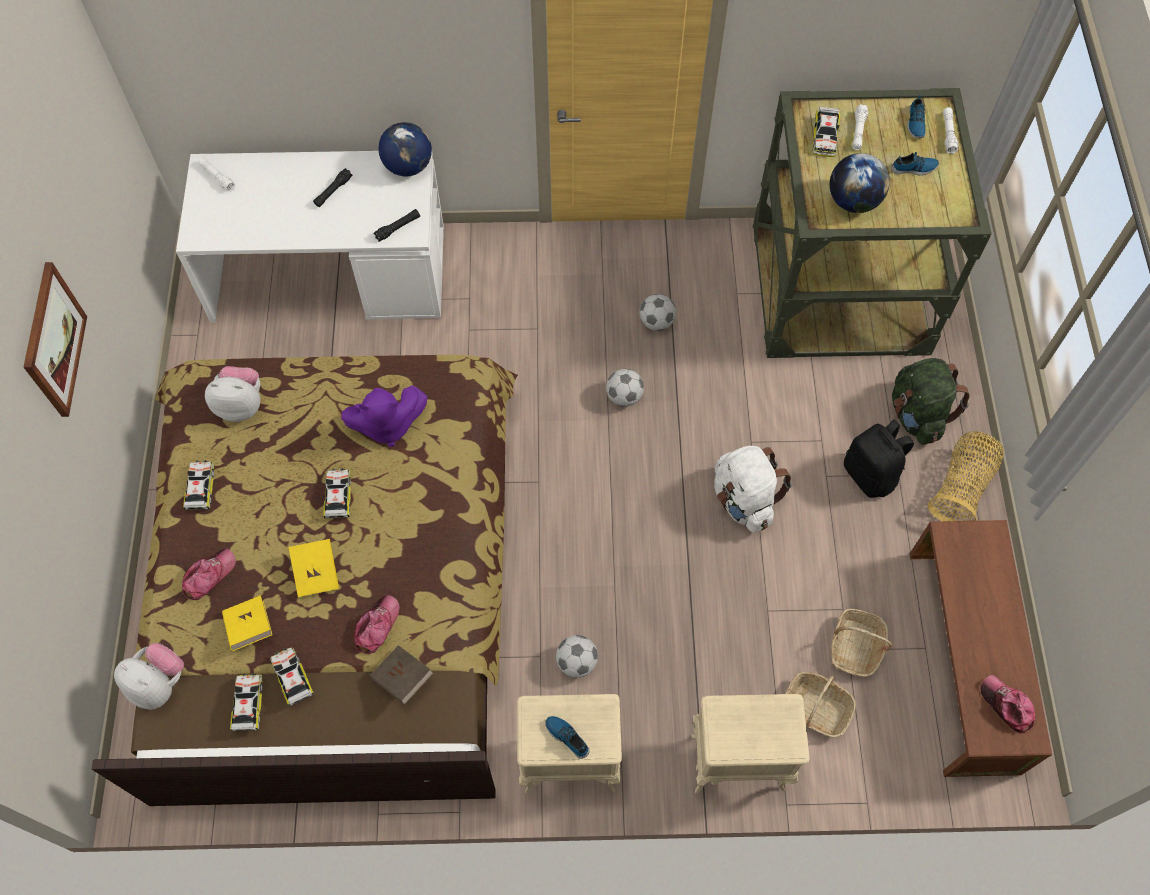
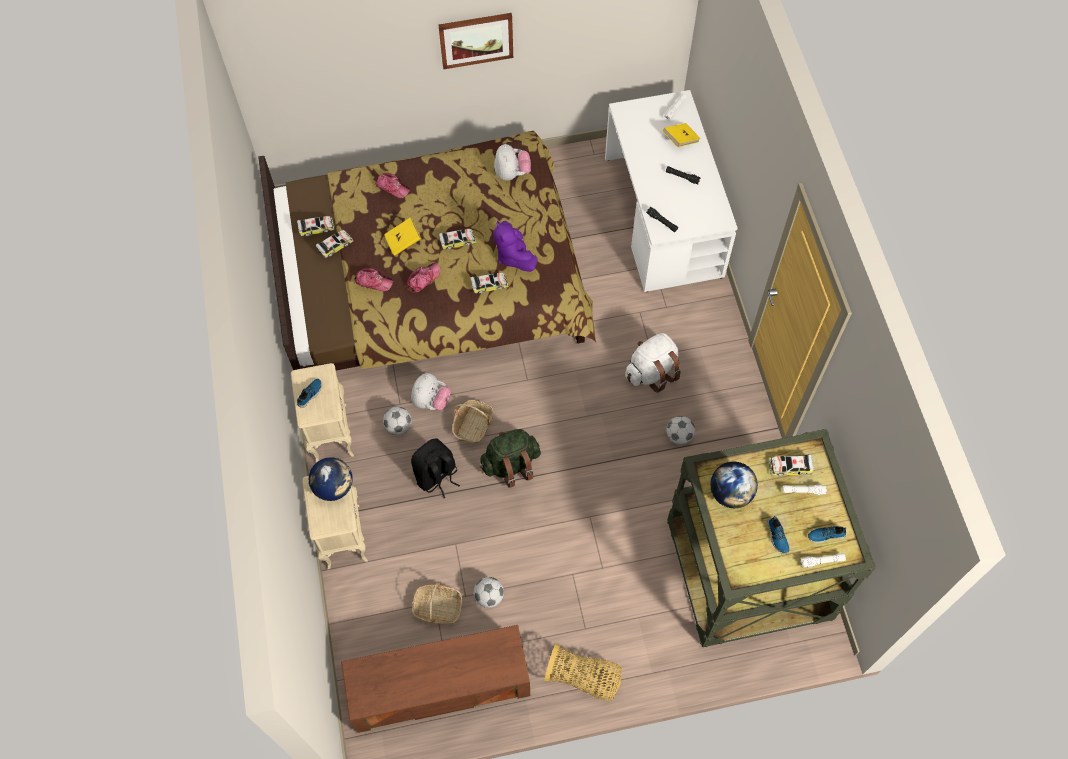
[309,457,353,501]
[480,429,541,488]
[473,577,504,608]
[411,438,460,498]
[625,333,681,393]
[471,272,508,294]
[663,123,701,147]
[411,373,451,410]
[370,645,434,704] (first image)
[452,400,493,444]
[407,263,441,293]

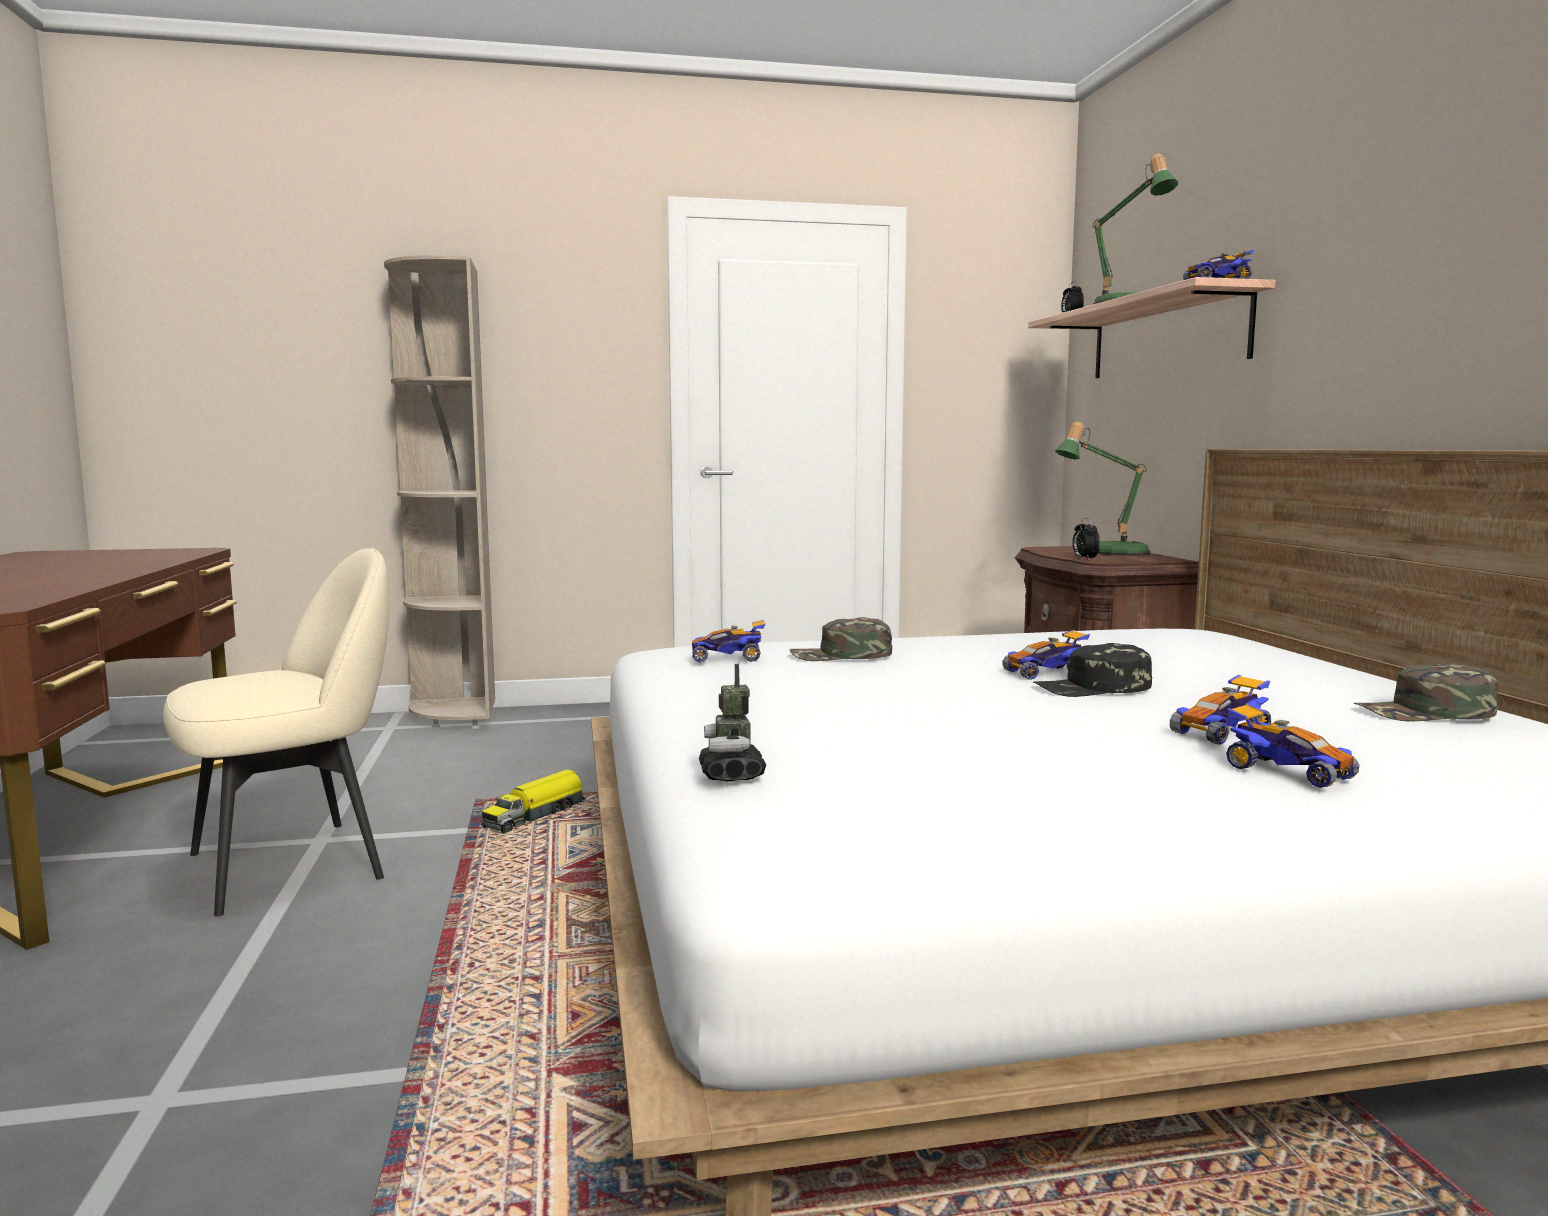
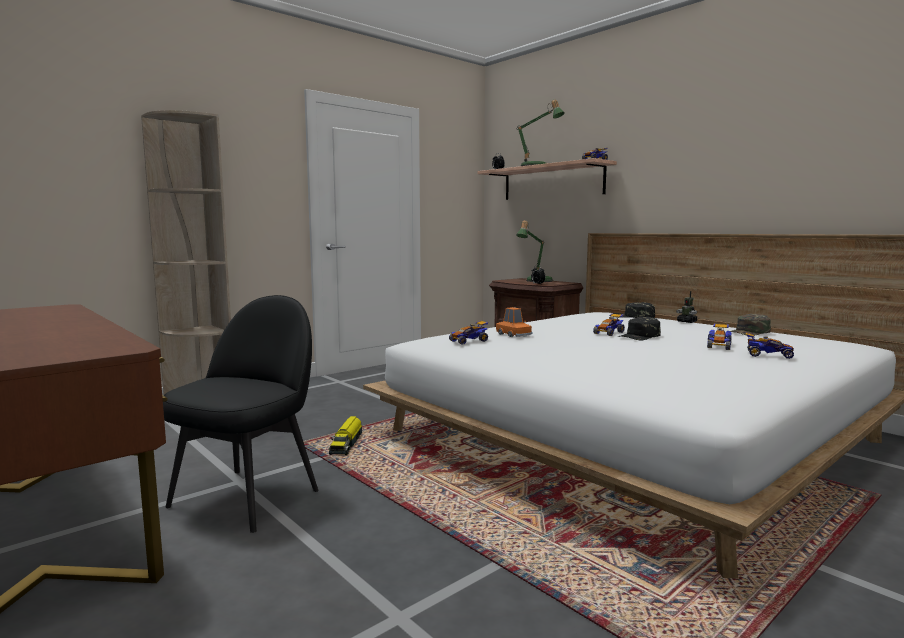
[163,295,319,533]
[496,307,533,337]
[676,291,698,323]
[613,302,655,318]

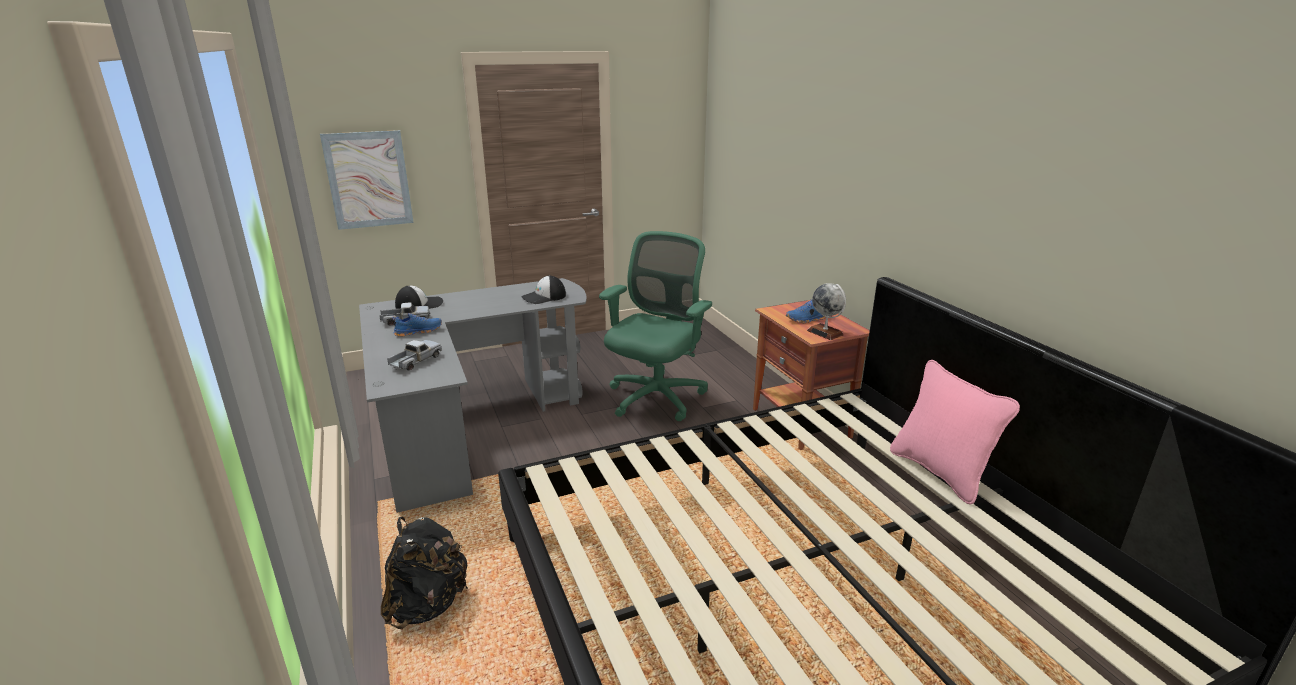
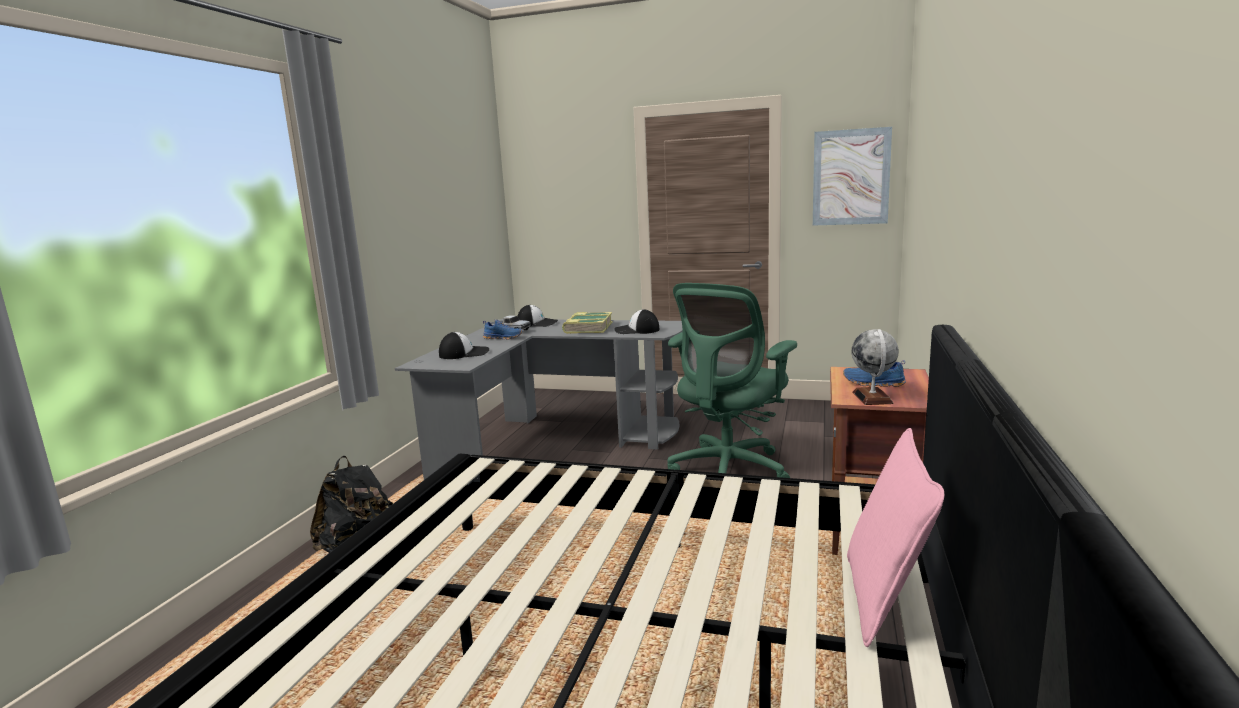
[813,127,892,226]
[667,283,797,478]
[439,332,489,359]
[562,312,613,334]

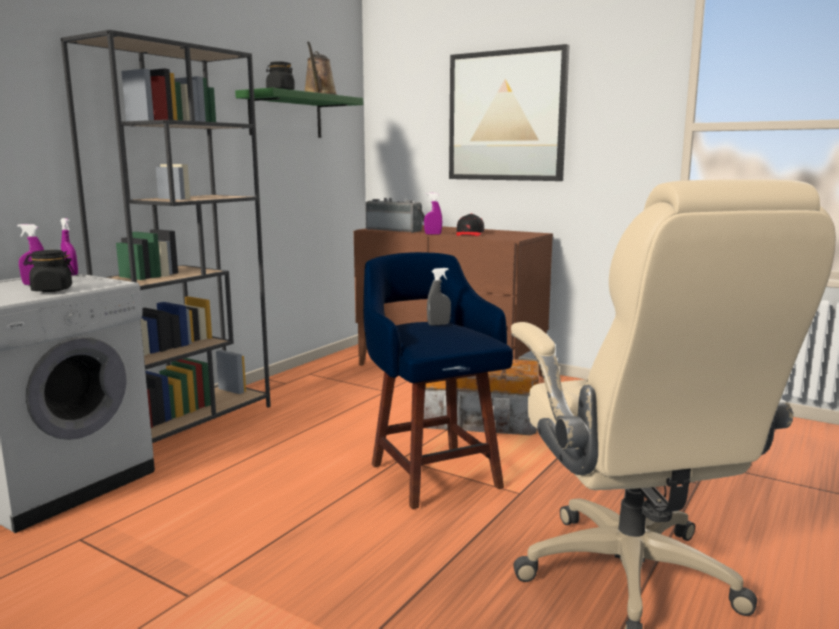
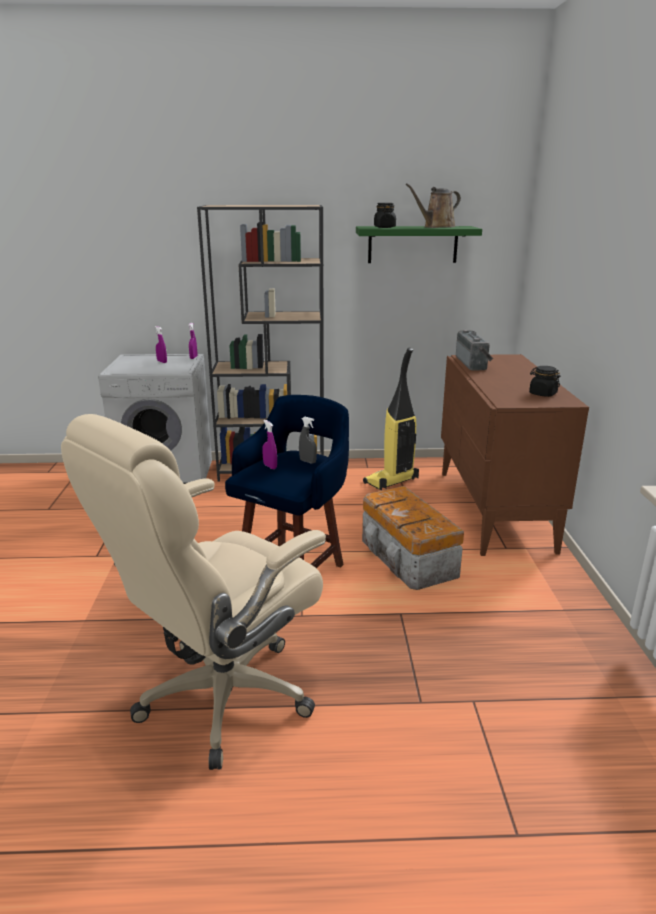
[449,44,570,181] (first image)
[262,420,277,469]
[456,213,484,236] (first image)
[529,366,560,397]
[363,348,419,490]

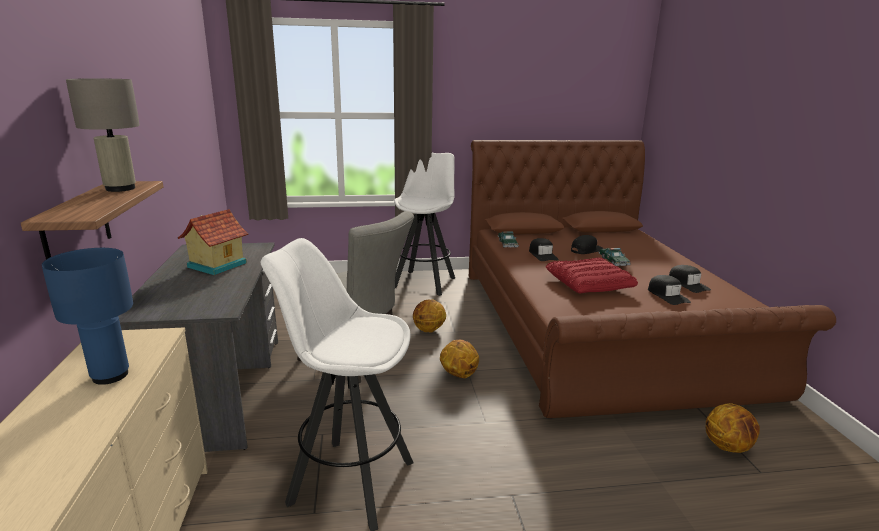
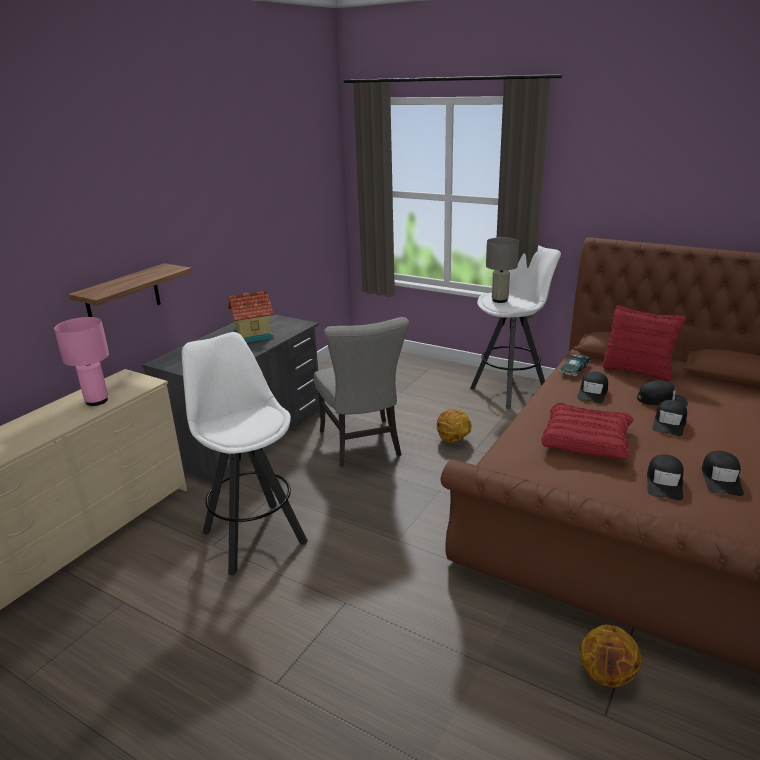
[486,237,519,303]
[54,317,109,406]
[653,400,687,436]
[440,340,479,378] (first image)
[602,305,686,381]

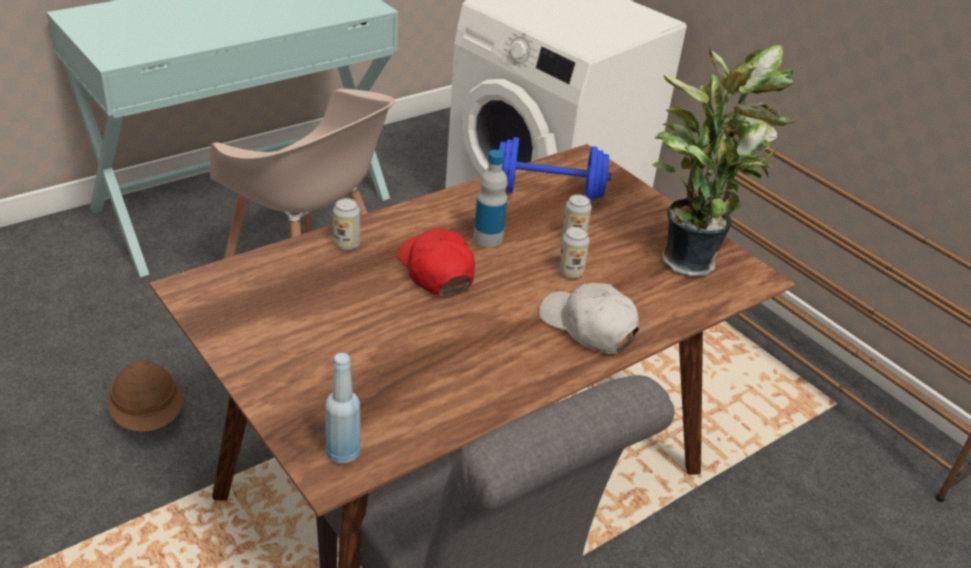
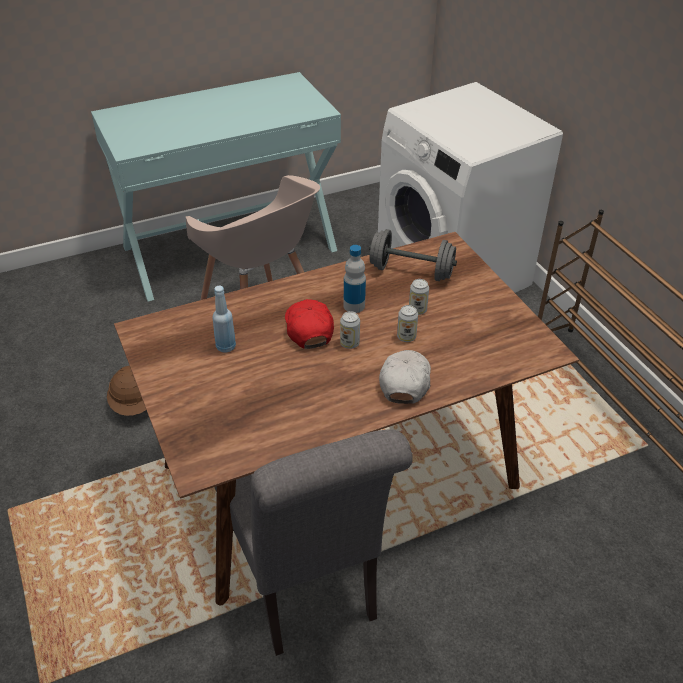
[652,45,799,276] (first image)
[369,229,457,281]
[340,311,360,349]
[379,350,431,404]
[212,286,236,353]

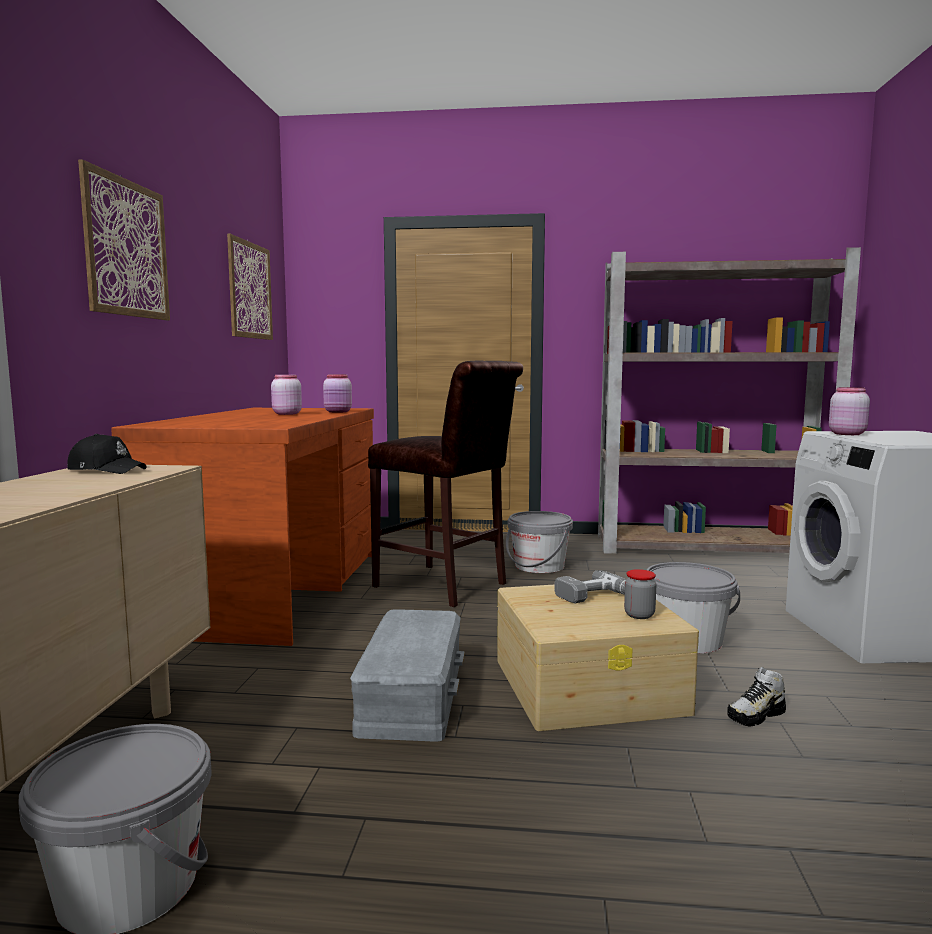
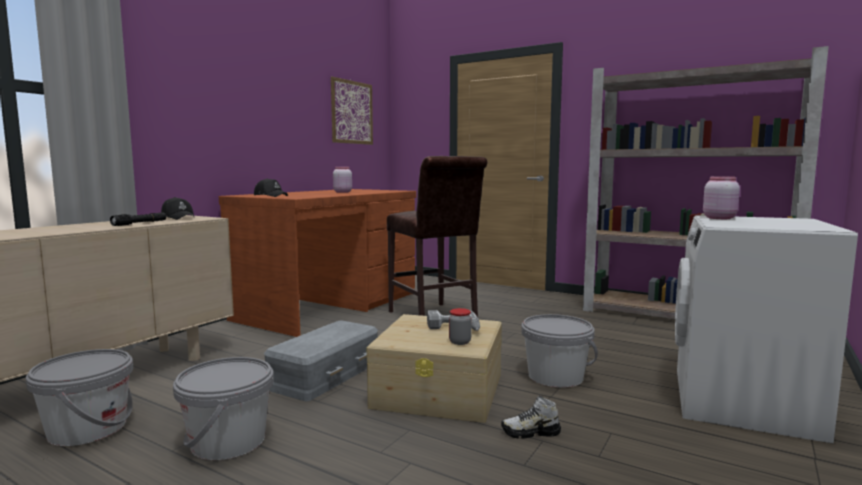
[78,159,170,320] (first image)
[323,374,352,413] (first image)
[173,357,274,460]
[254,178,288,197]
[110,213,166,226]

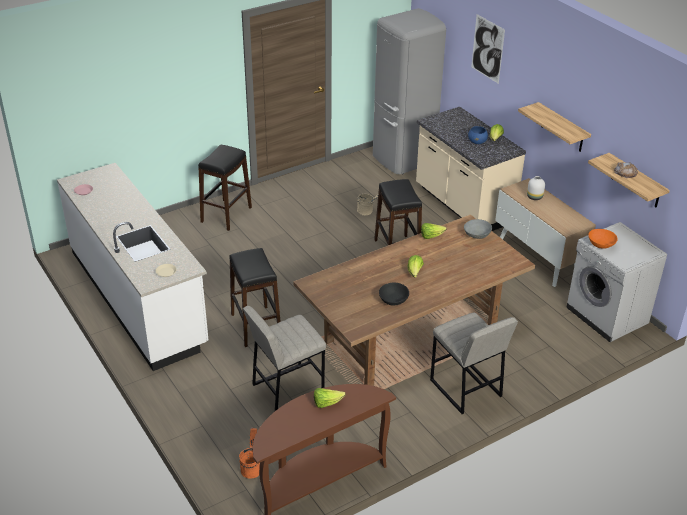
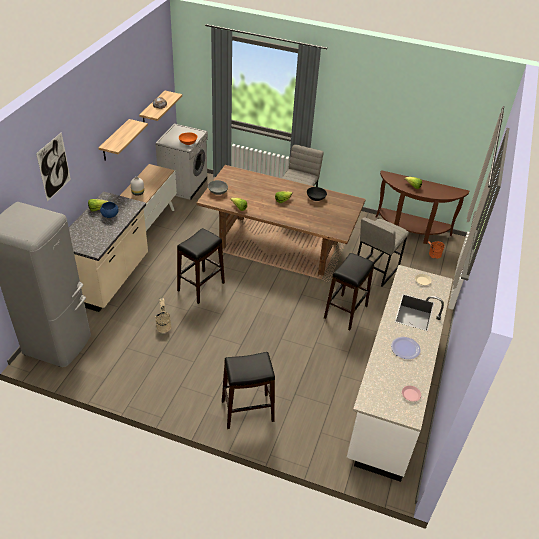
[357,217,409,287]
[391,337,421,359]

